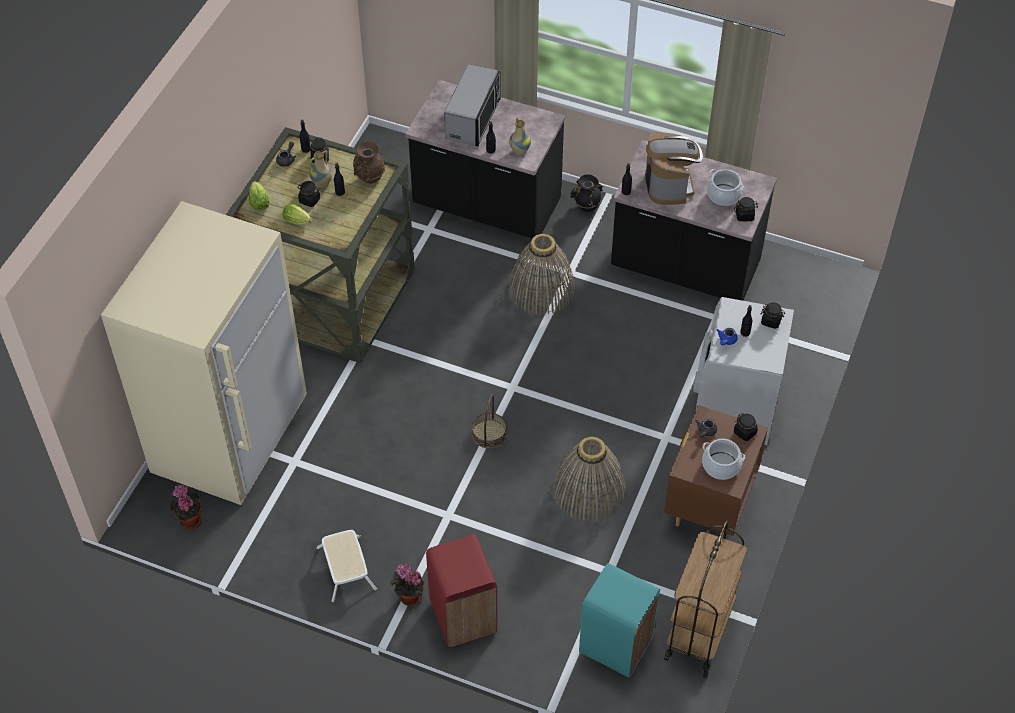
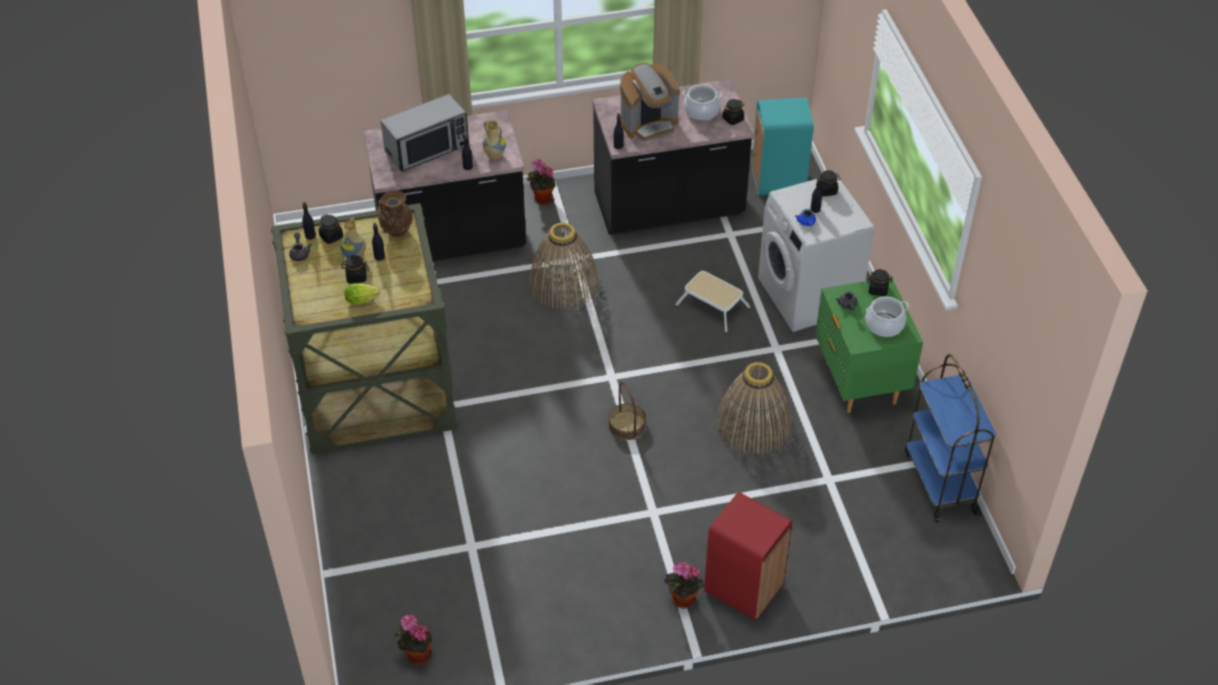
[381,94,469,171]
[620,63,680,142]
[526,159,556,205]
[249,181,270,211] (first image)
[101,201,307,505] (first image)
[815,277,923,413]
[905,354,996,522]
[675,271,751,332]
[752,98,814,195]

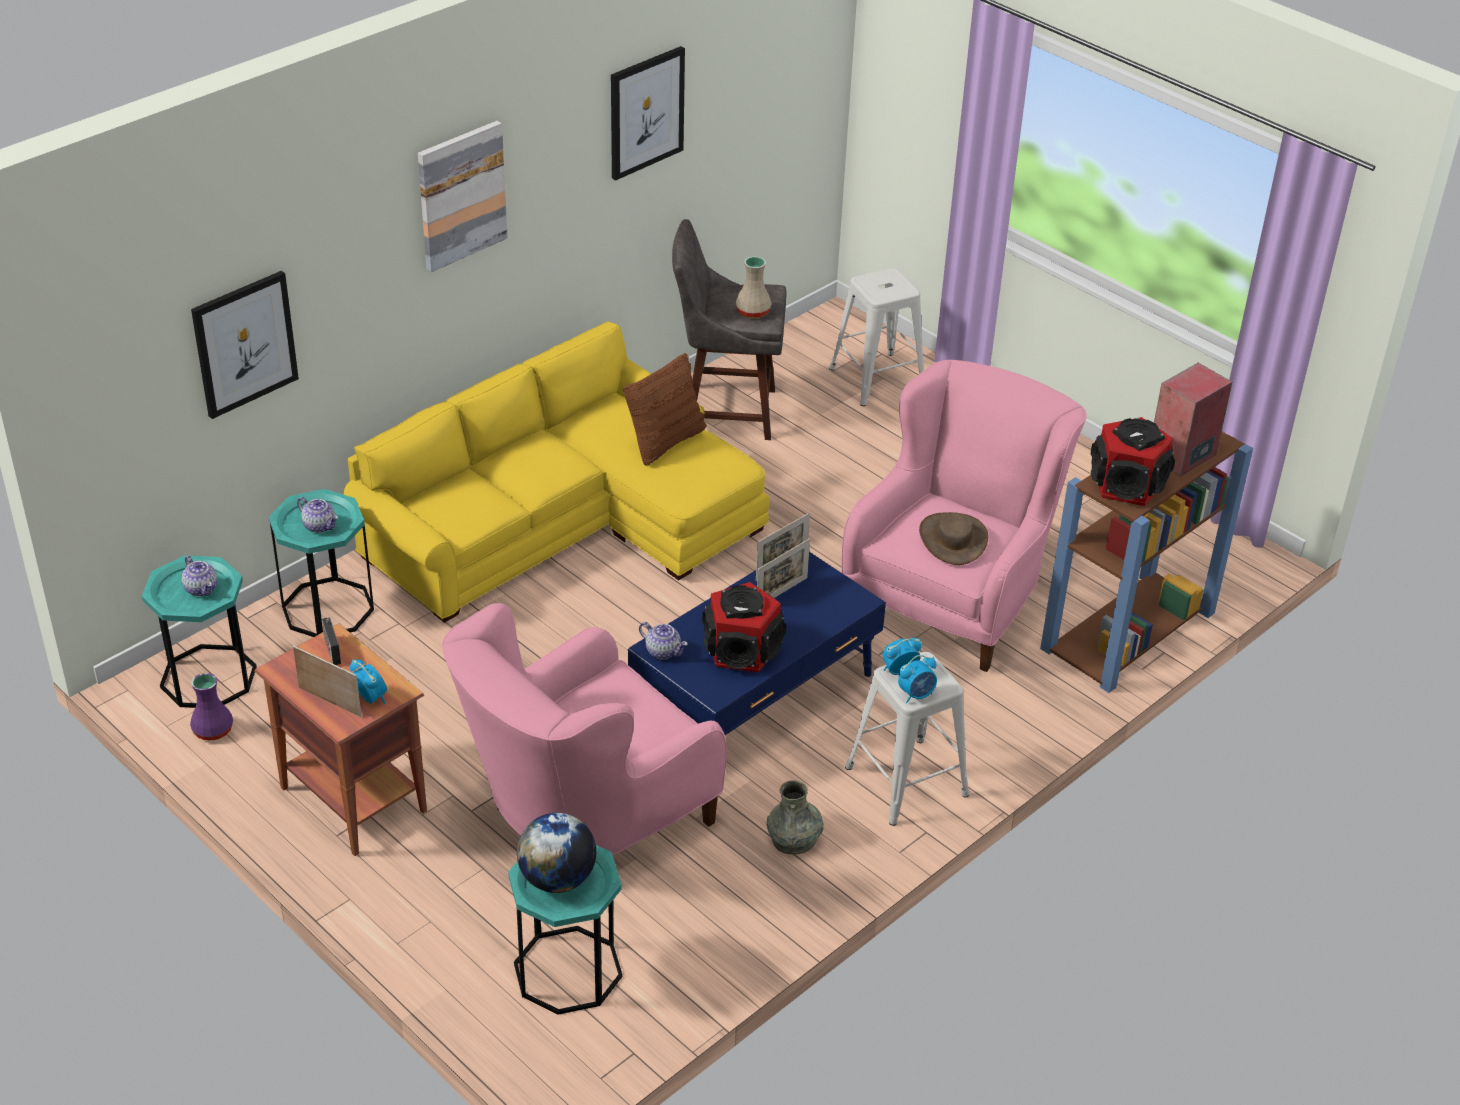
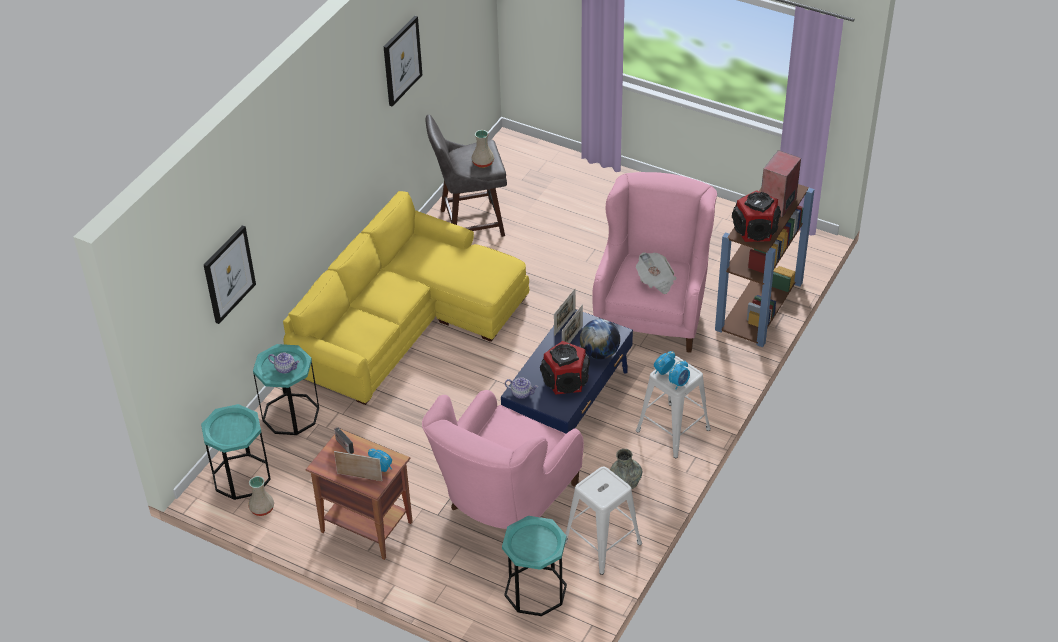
[418,121,508,272] (first image)
[565,467,642,575]
[623,353,707,466] (first image)
[636,252,676,294]
[182,556,218,596] (first image)
[248,476,274,516]
[580,319,620,360]

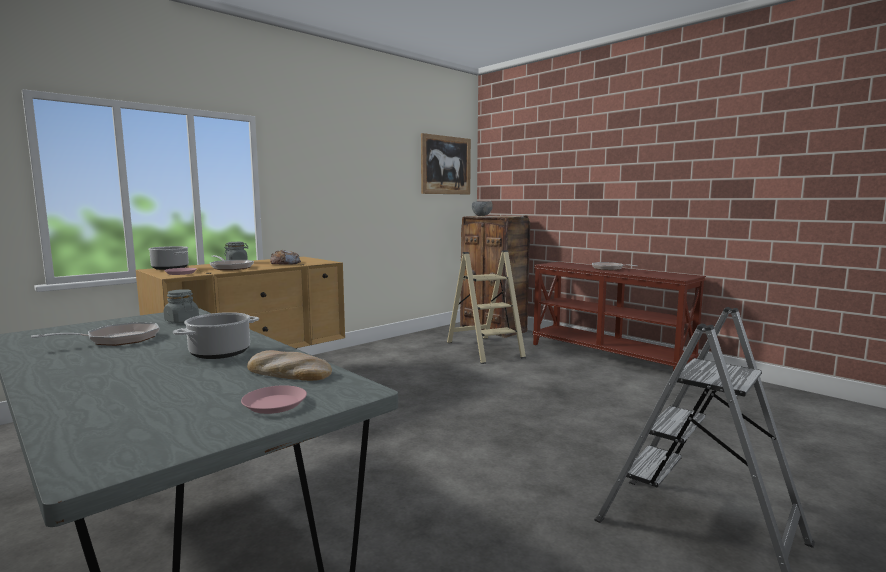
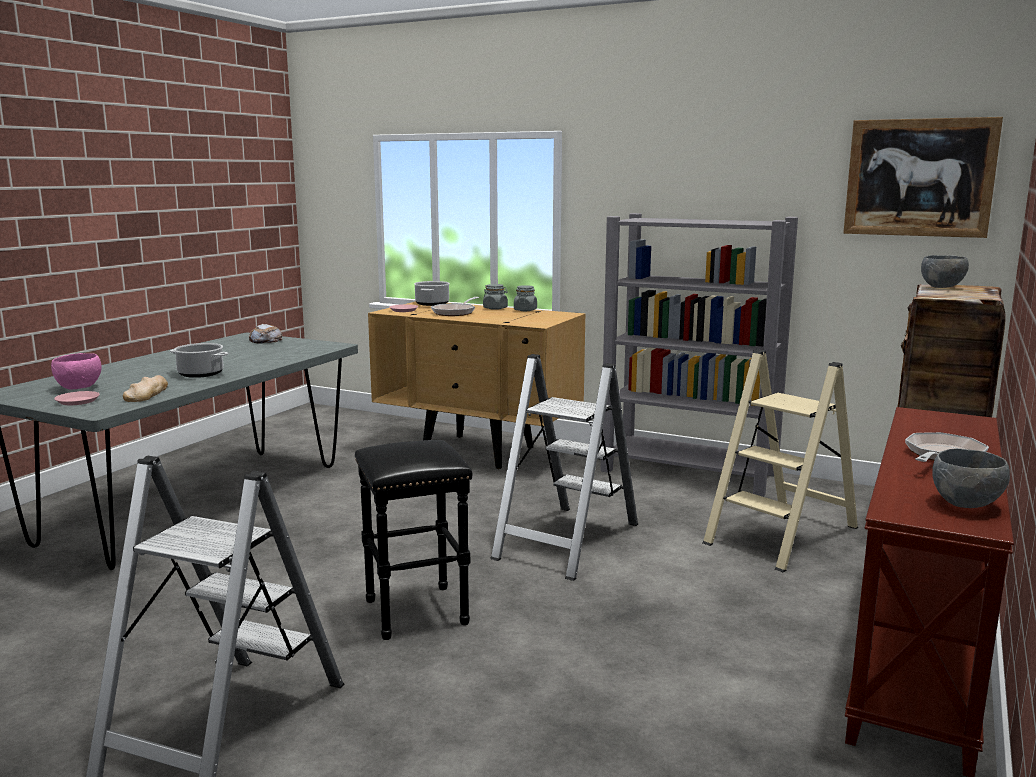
[249,324,283,344]
[514,285,537,311]
[31,322,159,346] (first image)
[600,213,798,497]
[51,353,102,389]
[490,354,638,581]
[355,440,472,640]
[932,448,1010,508]

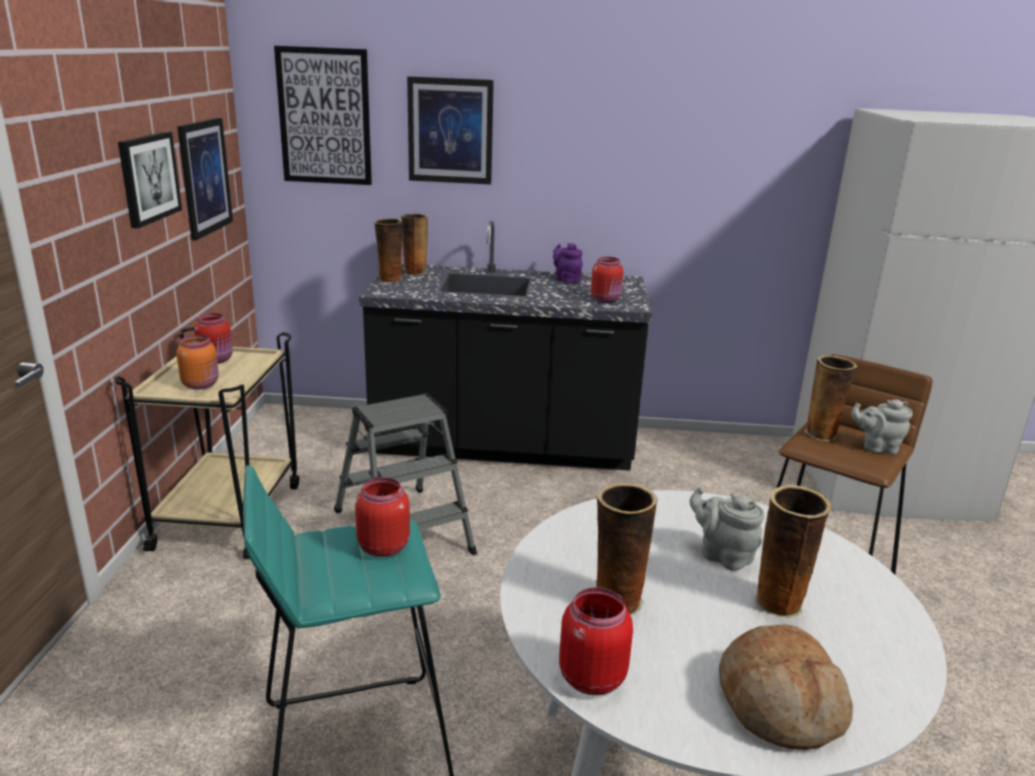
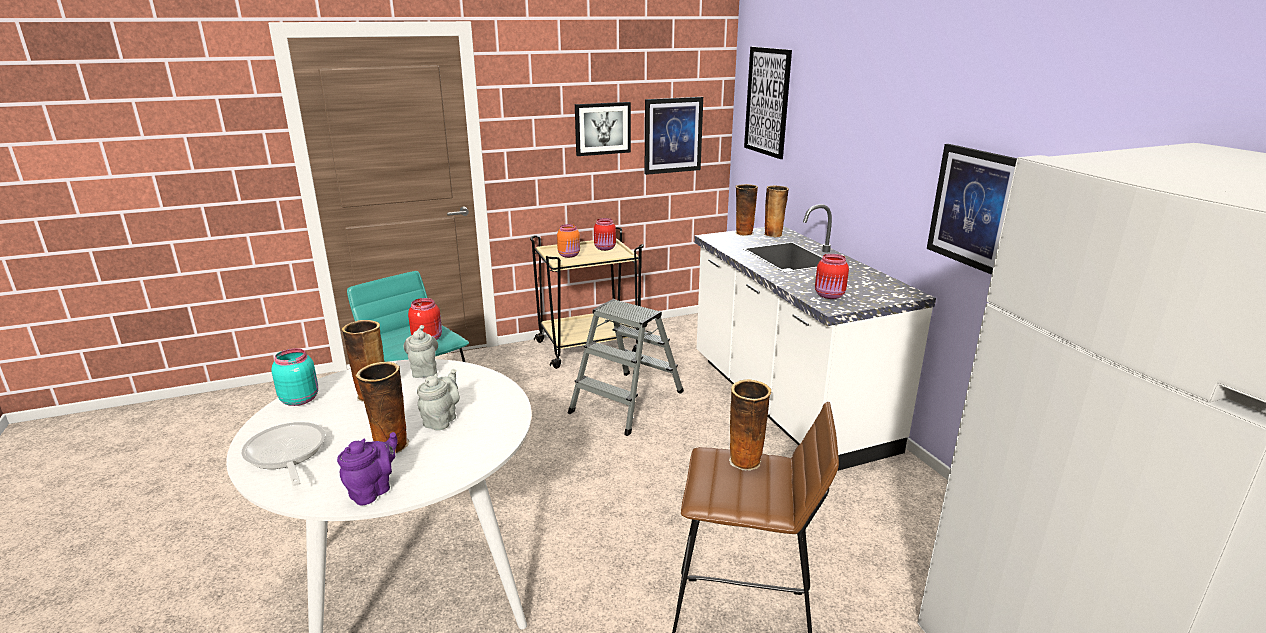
[927,144,1017,275]
[694,204,936,471]
[337,432,398,506]
[404,325,438,378]
[271,348,318,406]
[242,422,325,486]

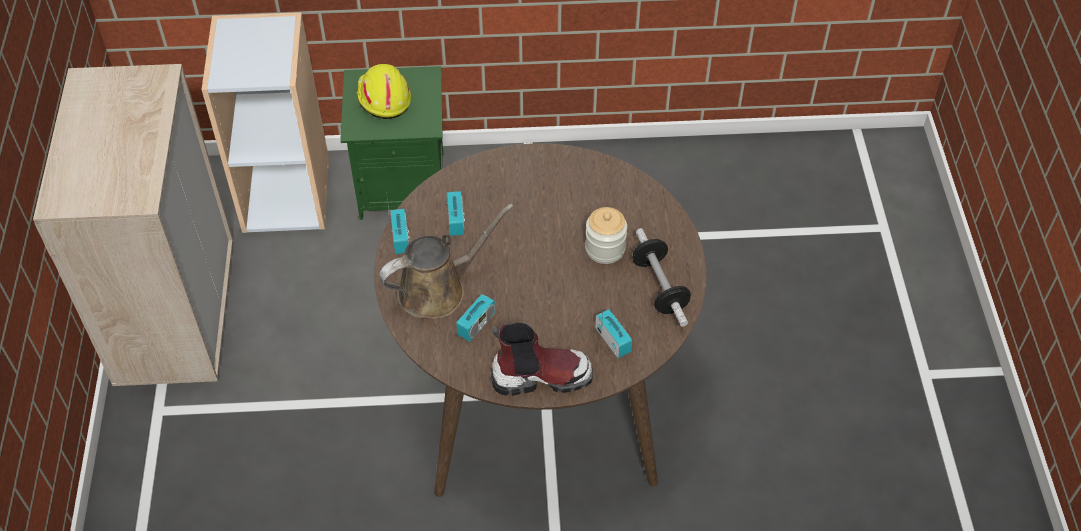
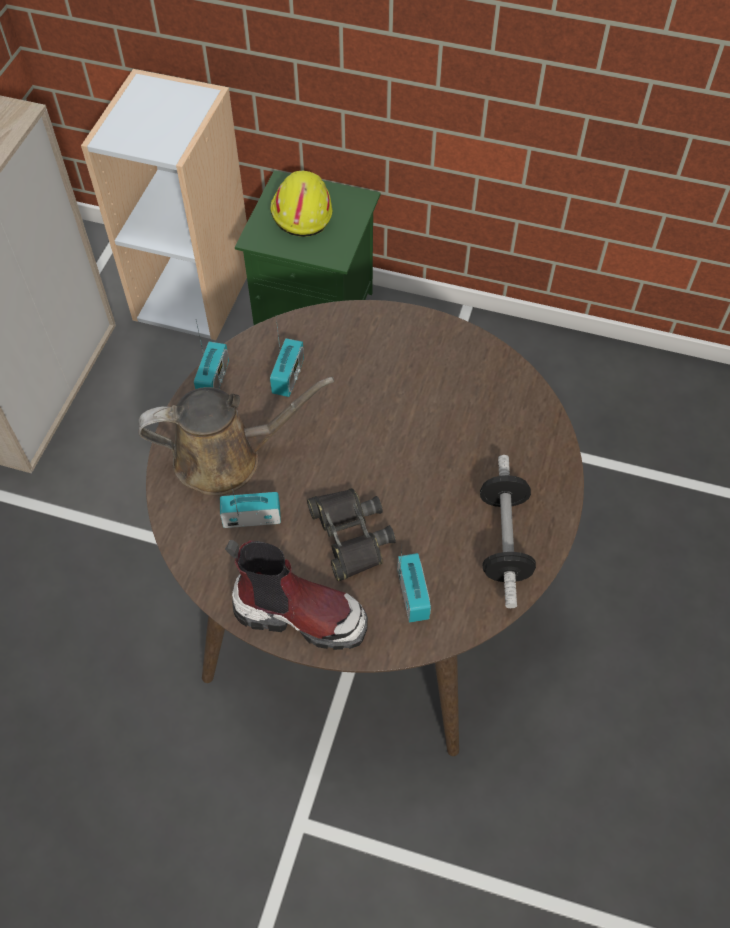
[585,207,627,264] (first image)
[220,483,281,528]
[307,488,396,581]

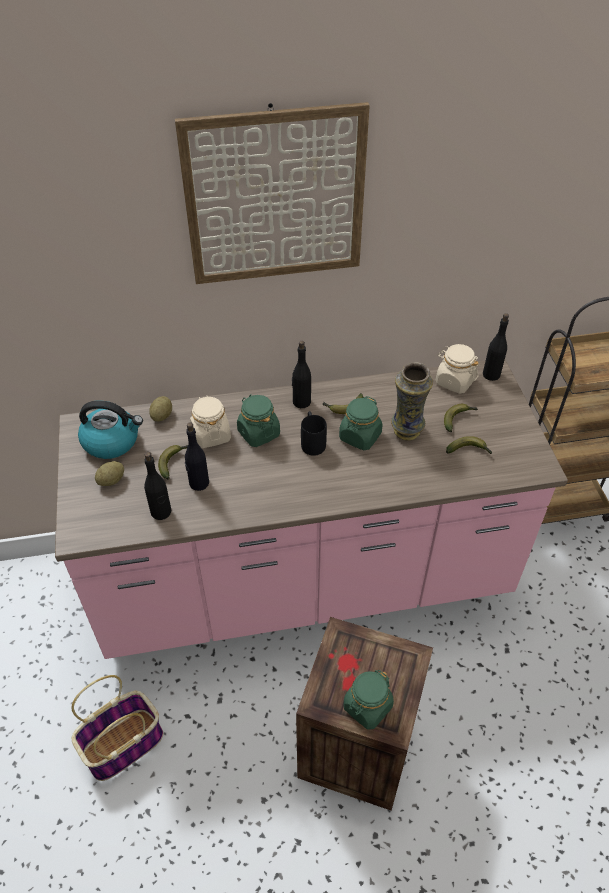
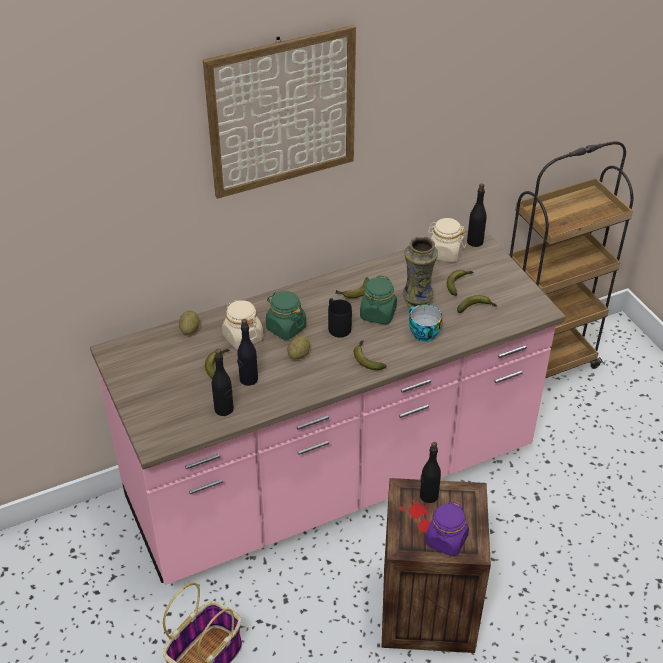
[420,442,441,503]
[78,401,143,459] (first image)
[287,336,310,360]
[426,501,469,556]
[409,304,442,342]
[354,341,386,370]

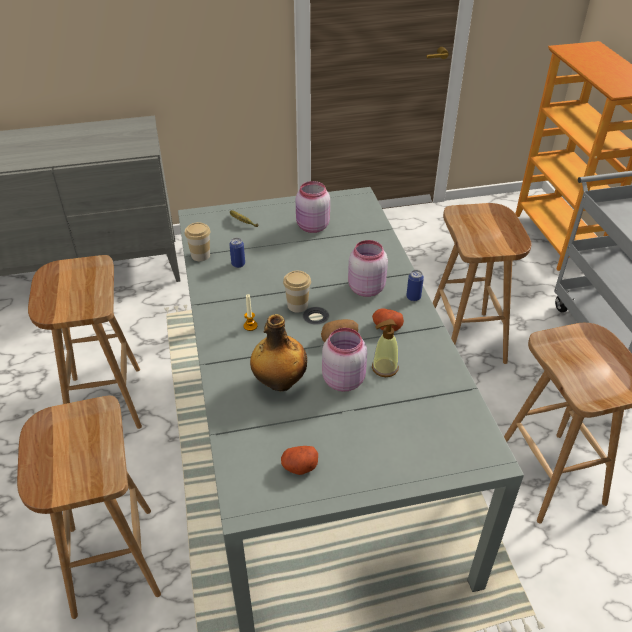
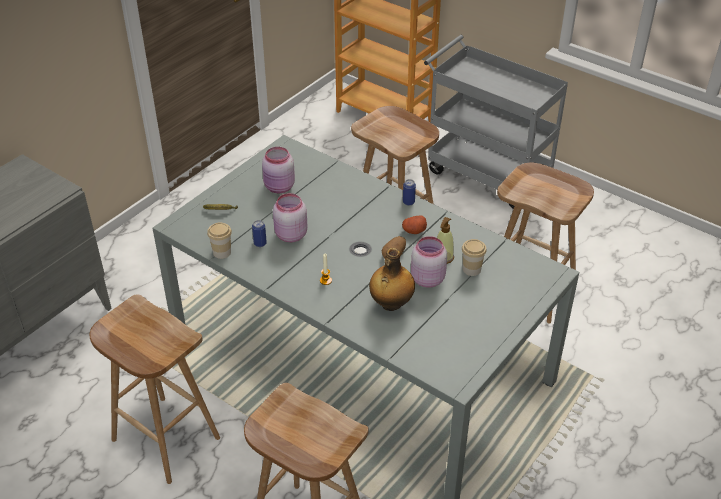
[273,193,308,242]
[462,239,487,276]
[281,446,318,475] (first image)

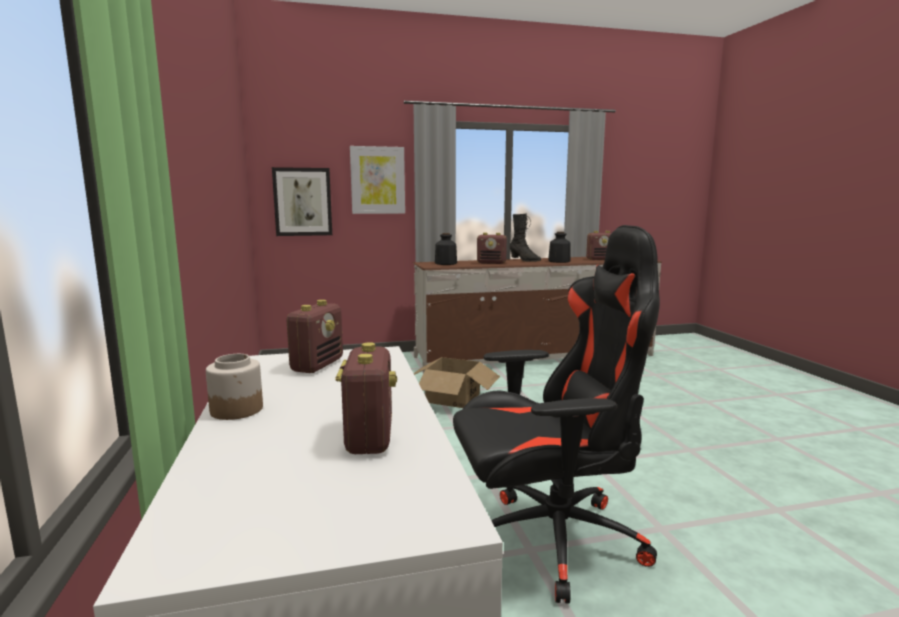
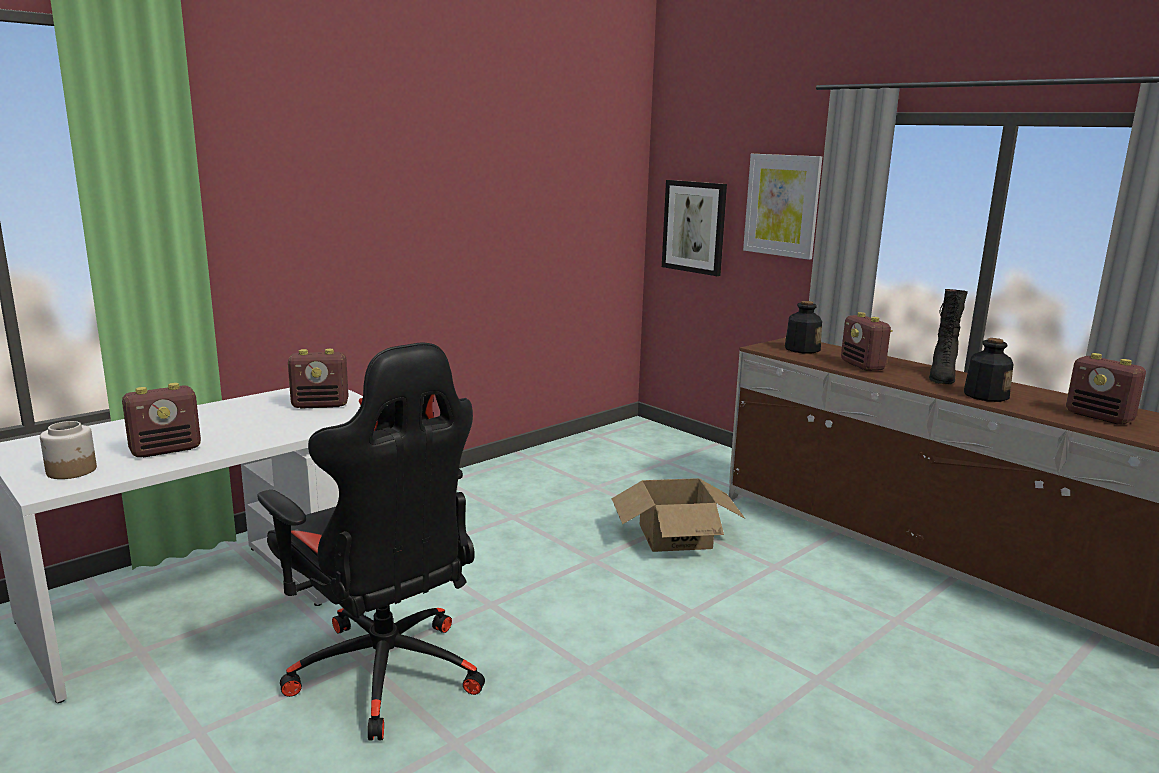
[40,421,97,479]

